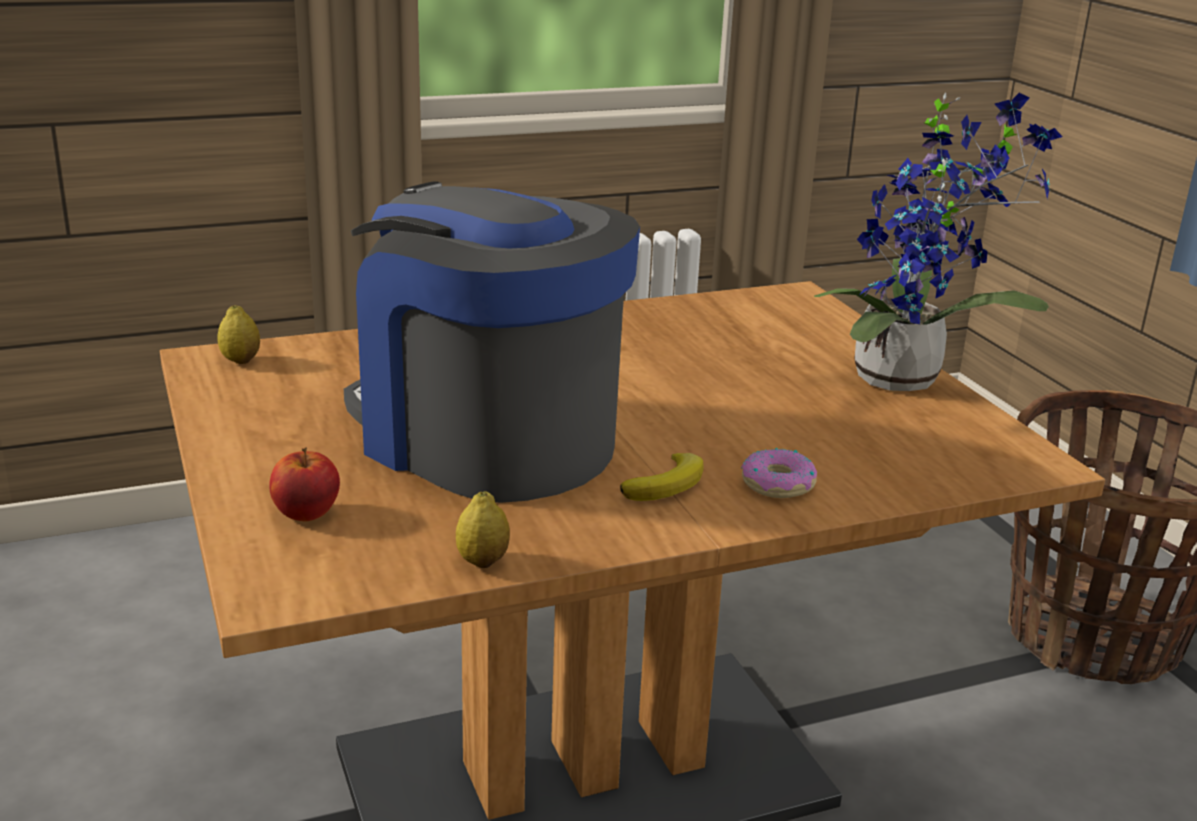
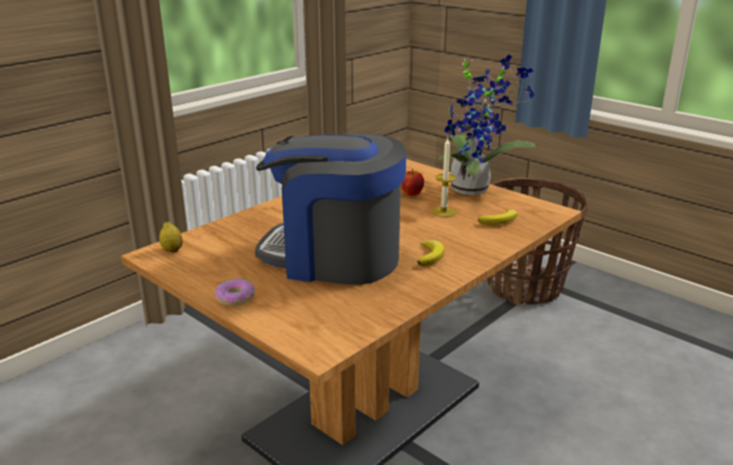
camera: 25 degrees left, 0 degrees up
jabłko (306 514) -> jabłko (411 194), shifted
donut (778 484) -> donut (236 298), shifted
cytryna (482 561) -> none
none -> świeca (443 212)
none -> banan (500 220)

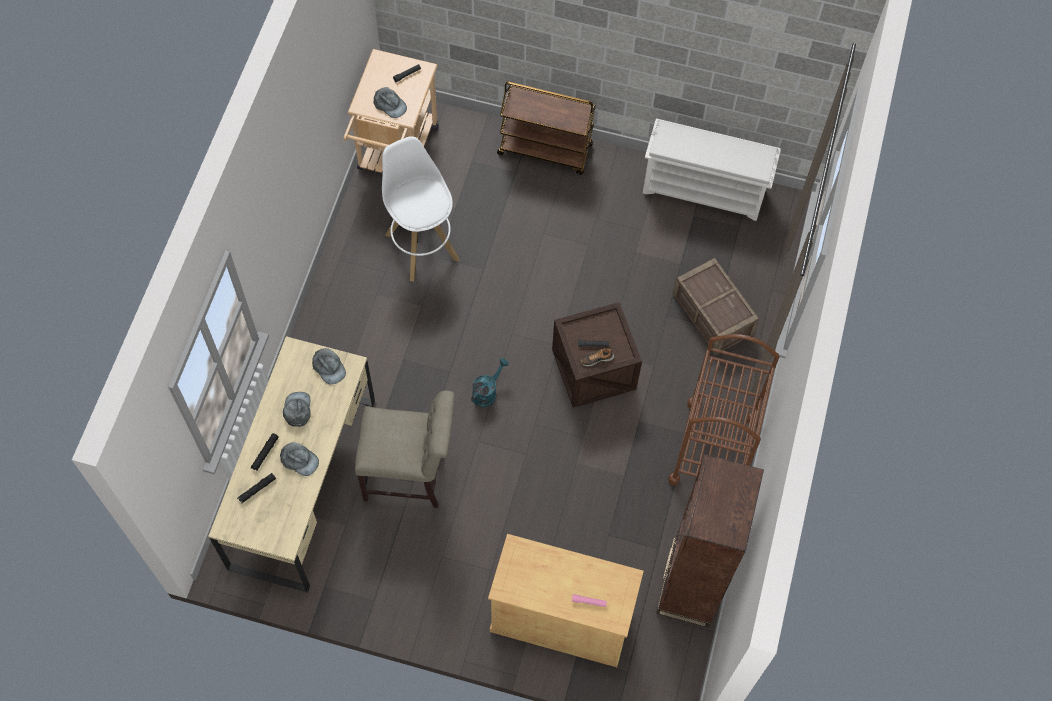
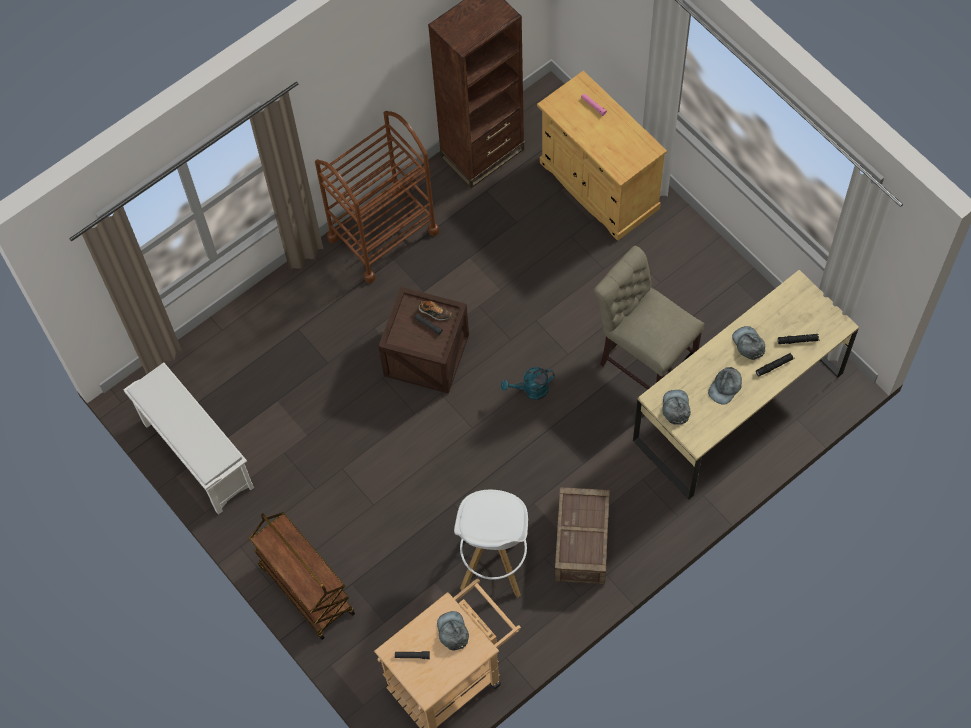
camera: 140 degrees left, 0 degrees up
skrzynka (711 315) -> skrzynka (582 543), shifted

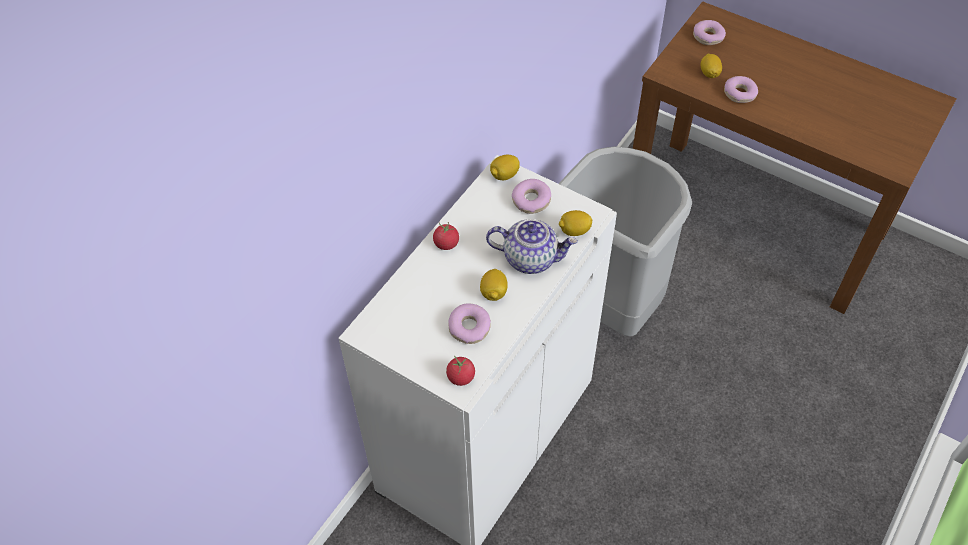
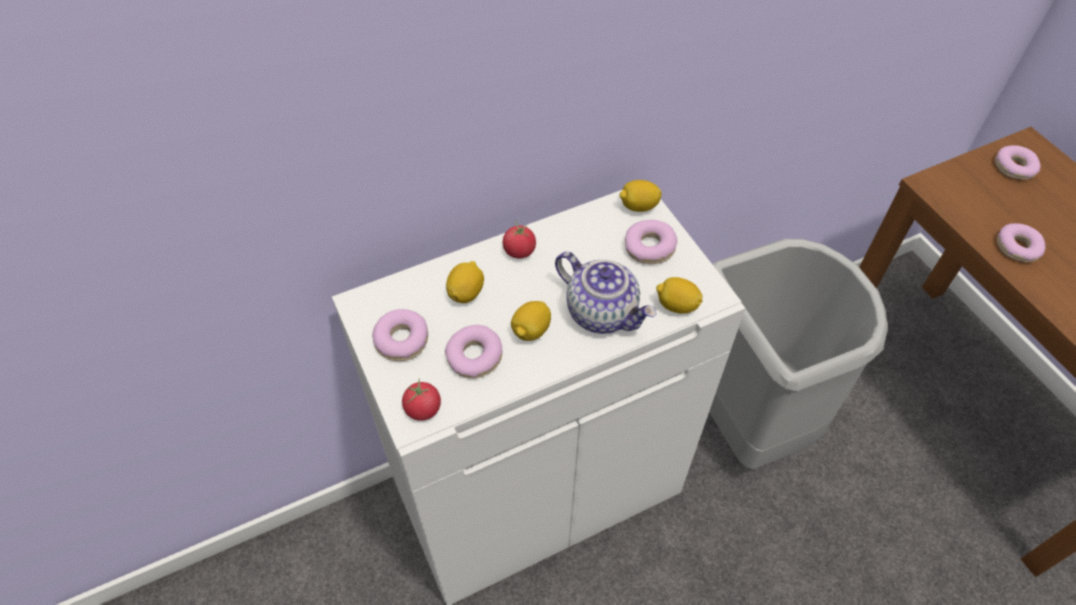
camera: 30 degrees right, 0 degrees up
cytryna (709 73) -> cytryna (466 292), shifted
none -> donut (402 340)

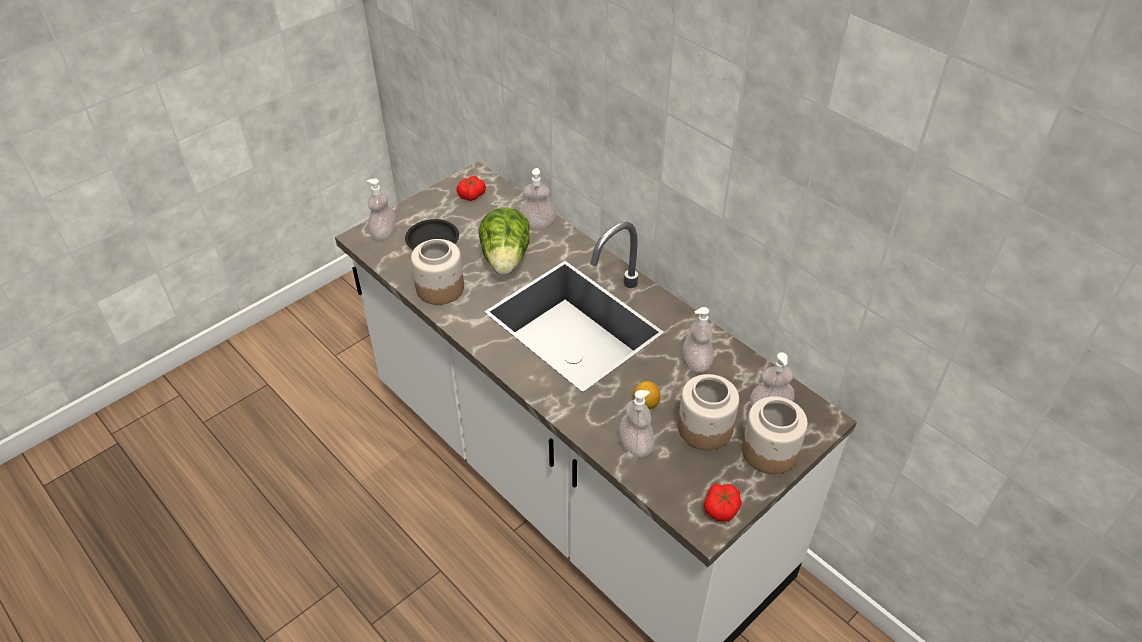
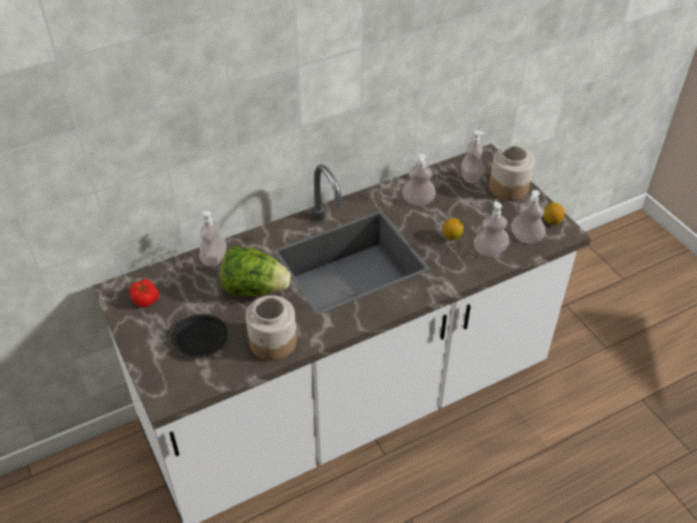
camera: 75 degrees left, 0 degrees up
dozownik mydła (384 232) -> dozownik mydła (526 238), shifted
słoik (704 429) -> none
pomidor (721 508) -> cytryna (551 221)

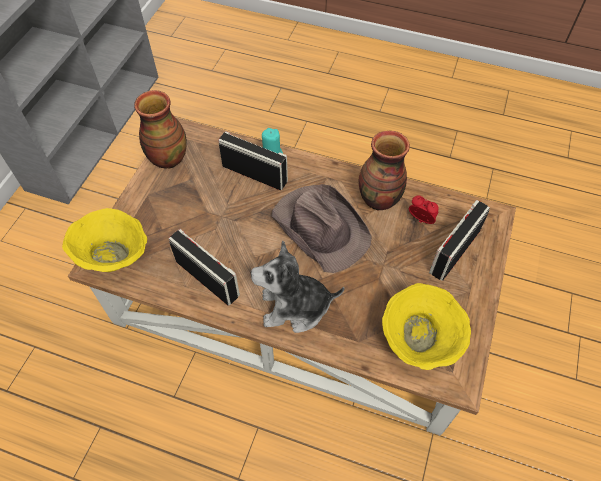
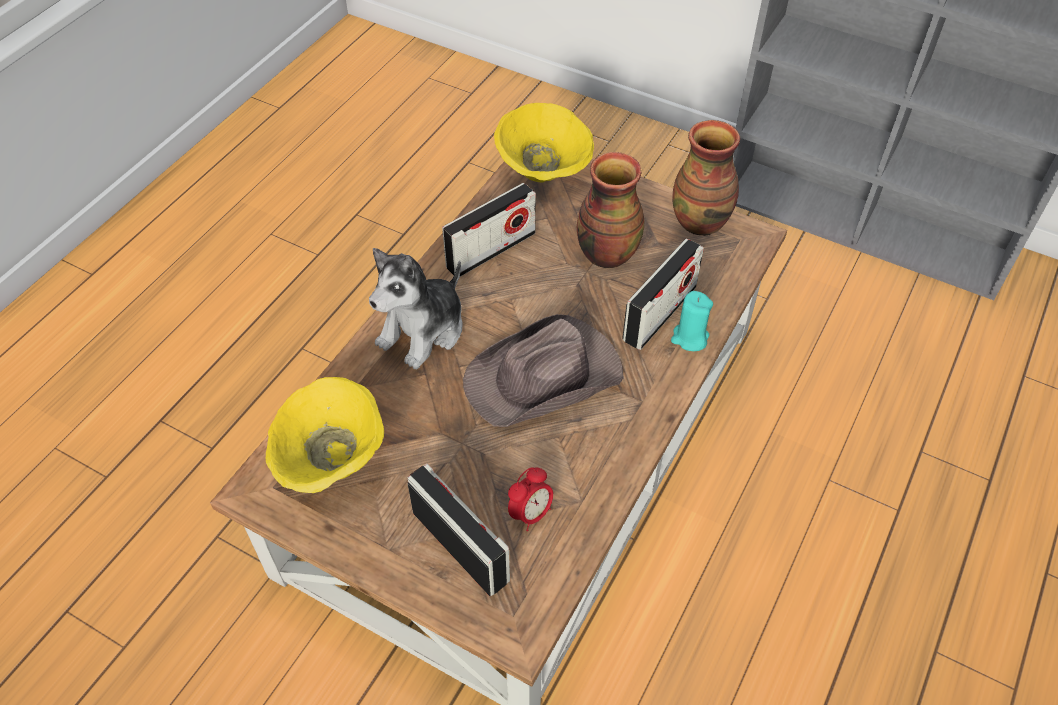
camera: 100 degrees right, 5 degrees down
wazon (378 200) -> wazon (606 254), shifted
pluszak (295 307) -> pluszak (423 331), 150 degrees counterclockwise

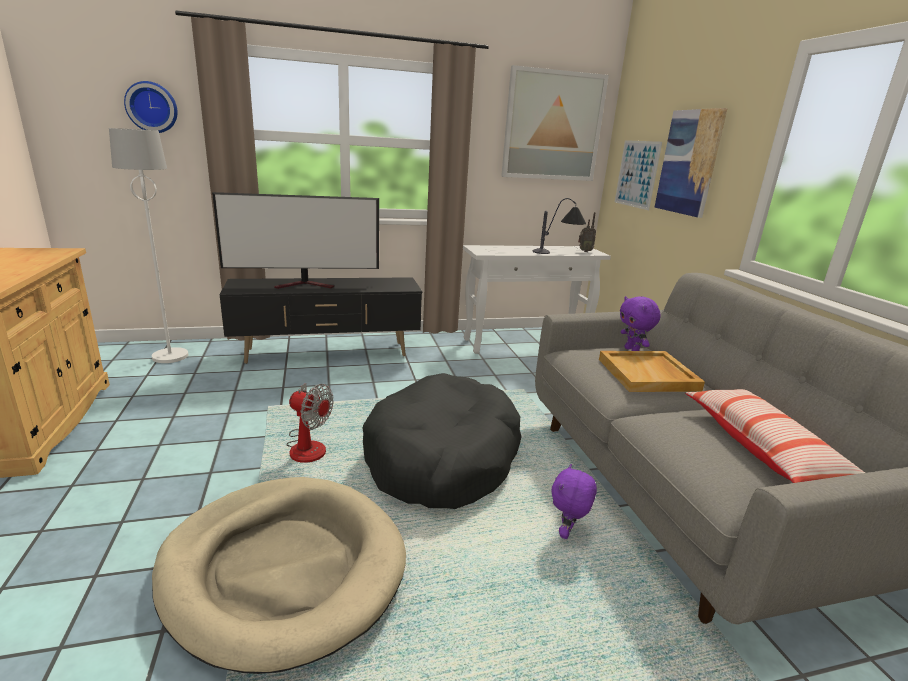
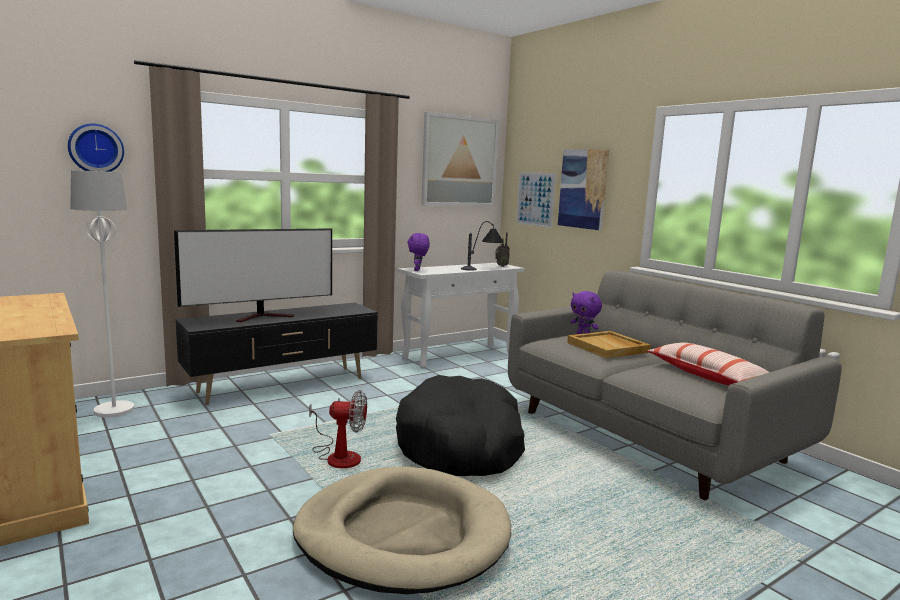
camera: 20 degrees left, 10 degrees down
pluszak (fioletowy) (567 533) -> pluszak (fioletowy) (418 270), shifted

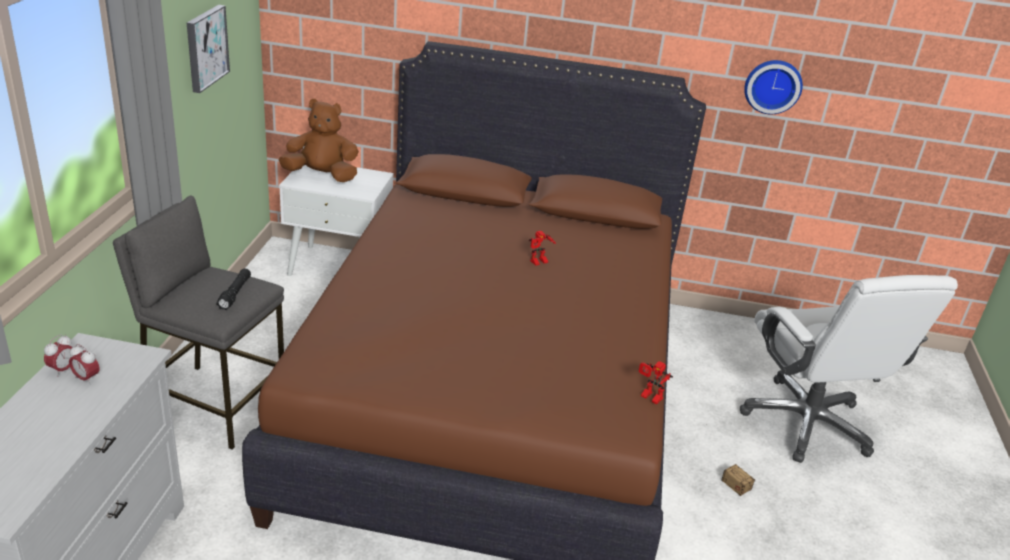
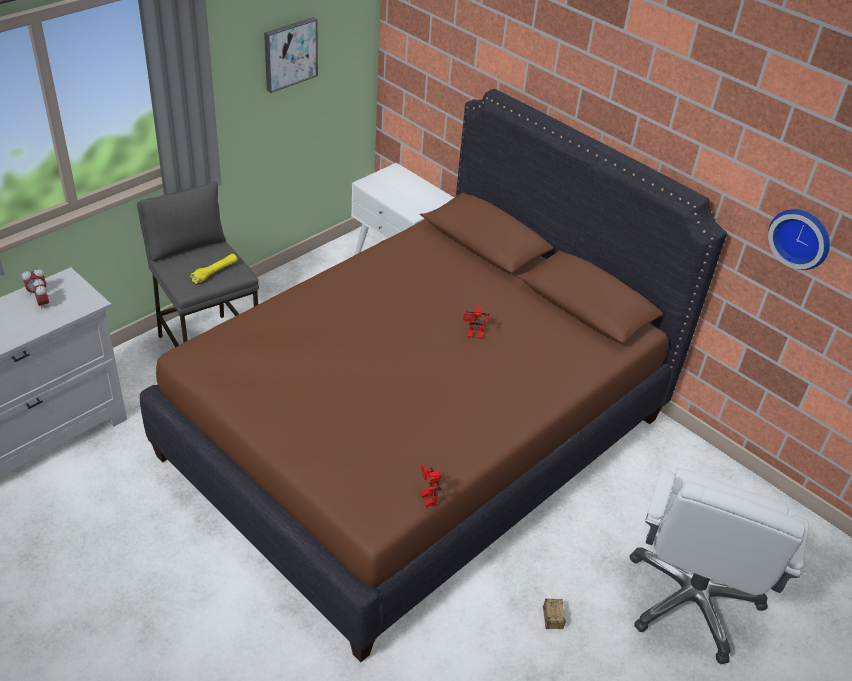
camera: 35 degrees right, 10 degrees up
pluszak (brązowy) (322 175) -> none
latarka (czarny) (235 294) -> latarka (żółty) (214 272)

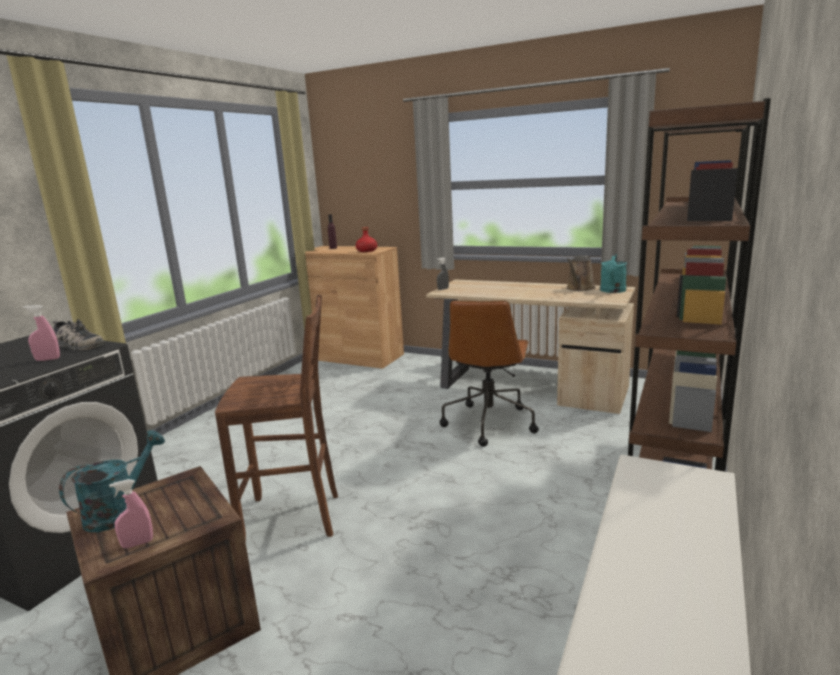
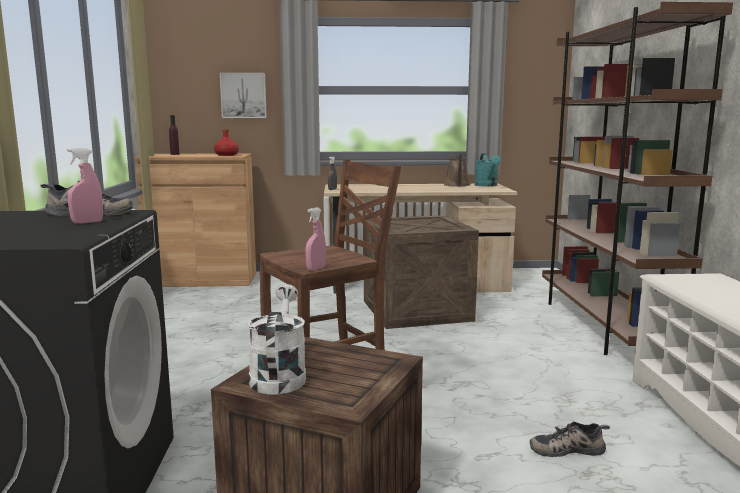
camera: 30 degrees left, 5 degrees down
krzesło biurowe (brązowy) (489 422) -> skrzynka (415 311)
konewka (turkusowy) (120 510) -> konewka (biały) (279 375)
spryskiwacz (różowy) (138 543) -> spryskiwacz (różowy) (316 268), shifted
none -> obraz (243 95)
none -> but (567 449)

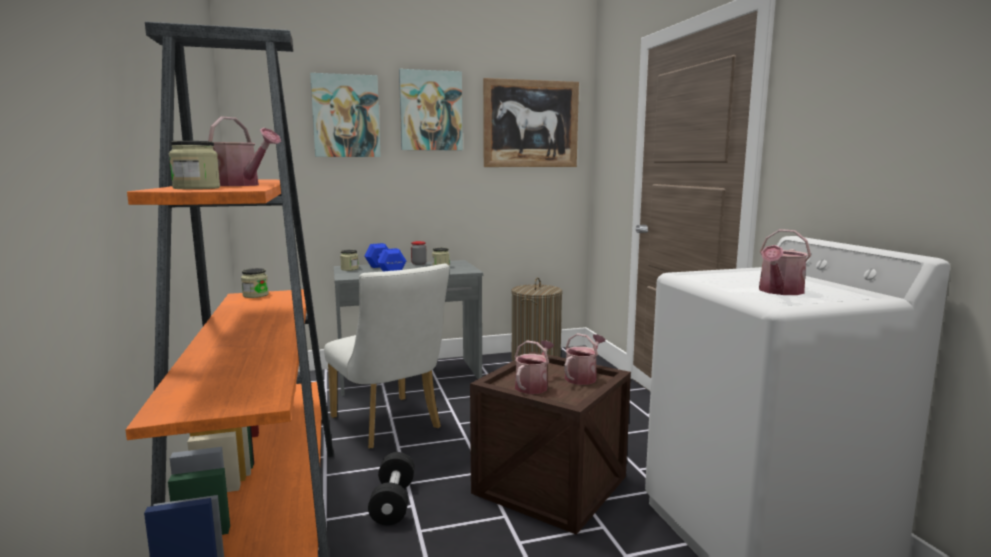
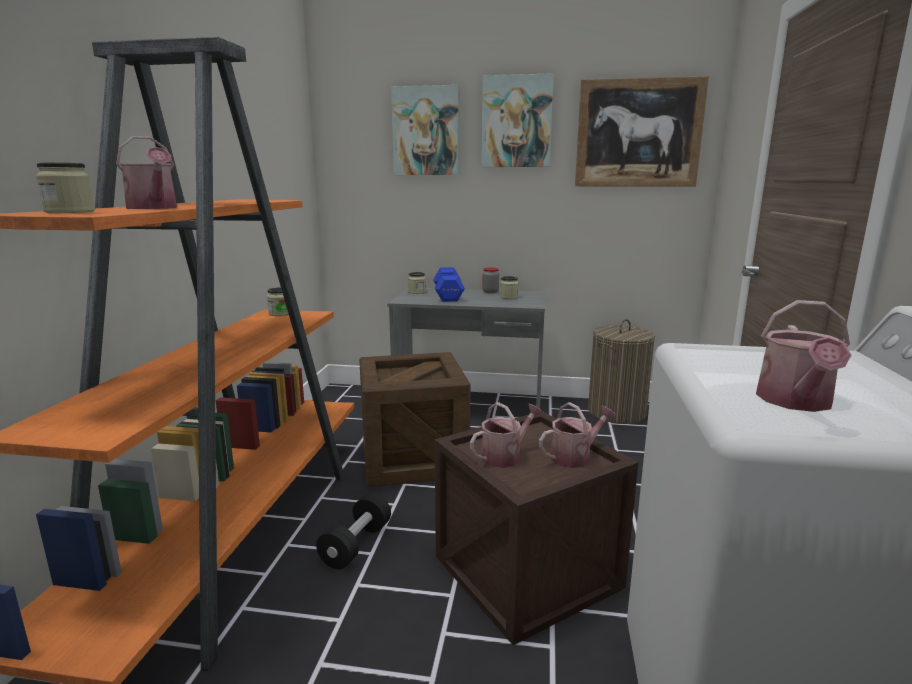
camera: 25 degrees right, 5 degrees up
konewka (779 291) -> konewka (796 402), 45 degrees counterclockwise
krzesło (biały) (390 425) -> skrzynka (413 459)

